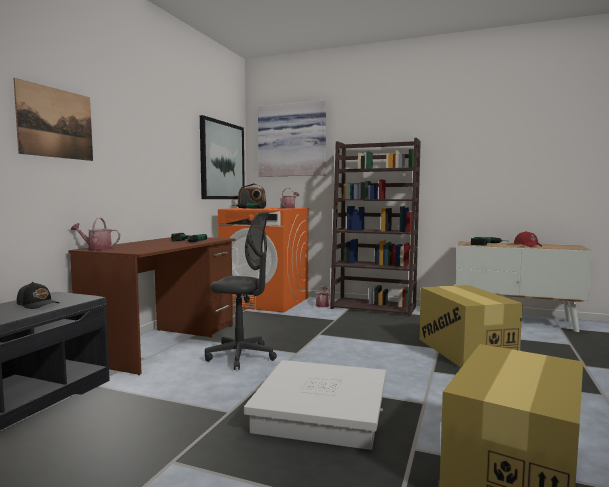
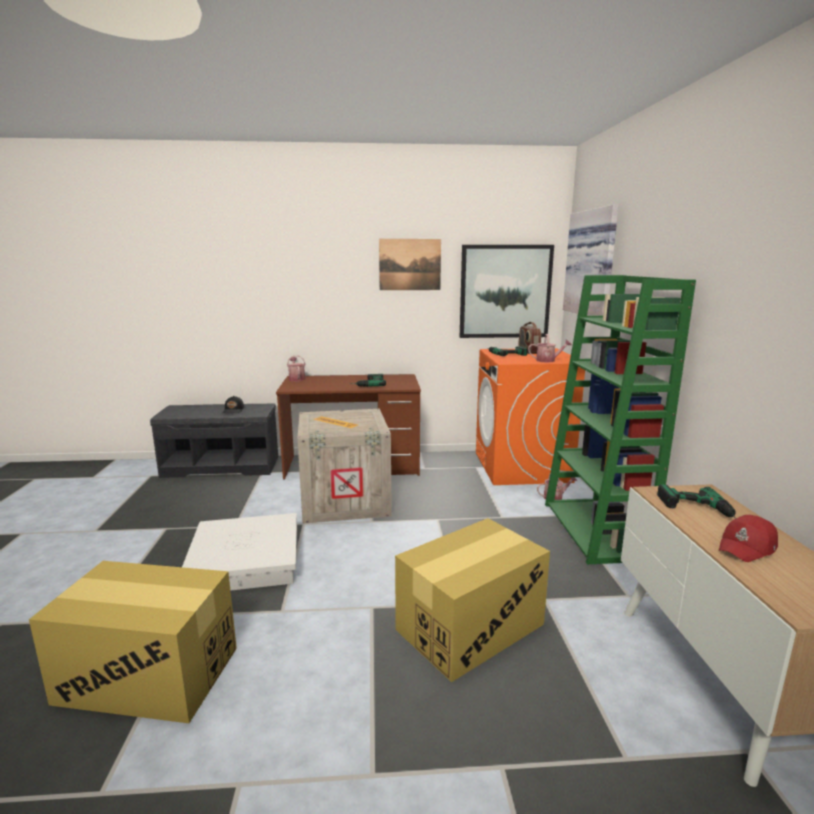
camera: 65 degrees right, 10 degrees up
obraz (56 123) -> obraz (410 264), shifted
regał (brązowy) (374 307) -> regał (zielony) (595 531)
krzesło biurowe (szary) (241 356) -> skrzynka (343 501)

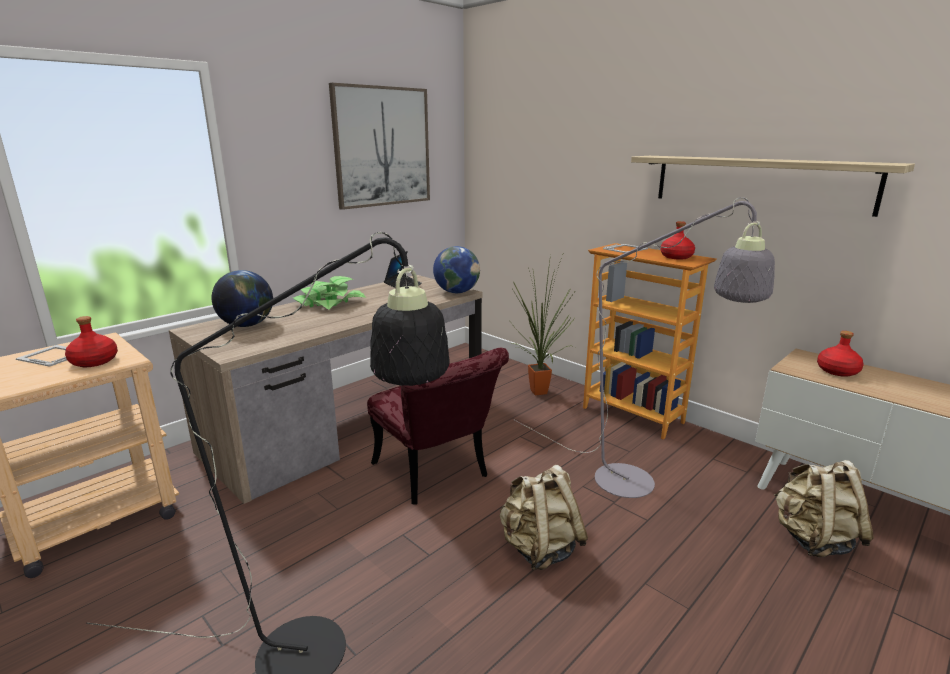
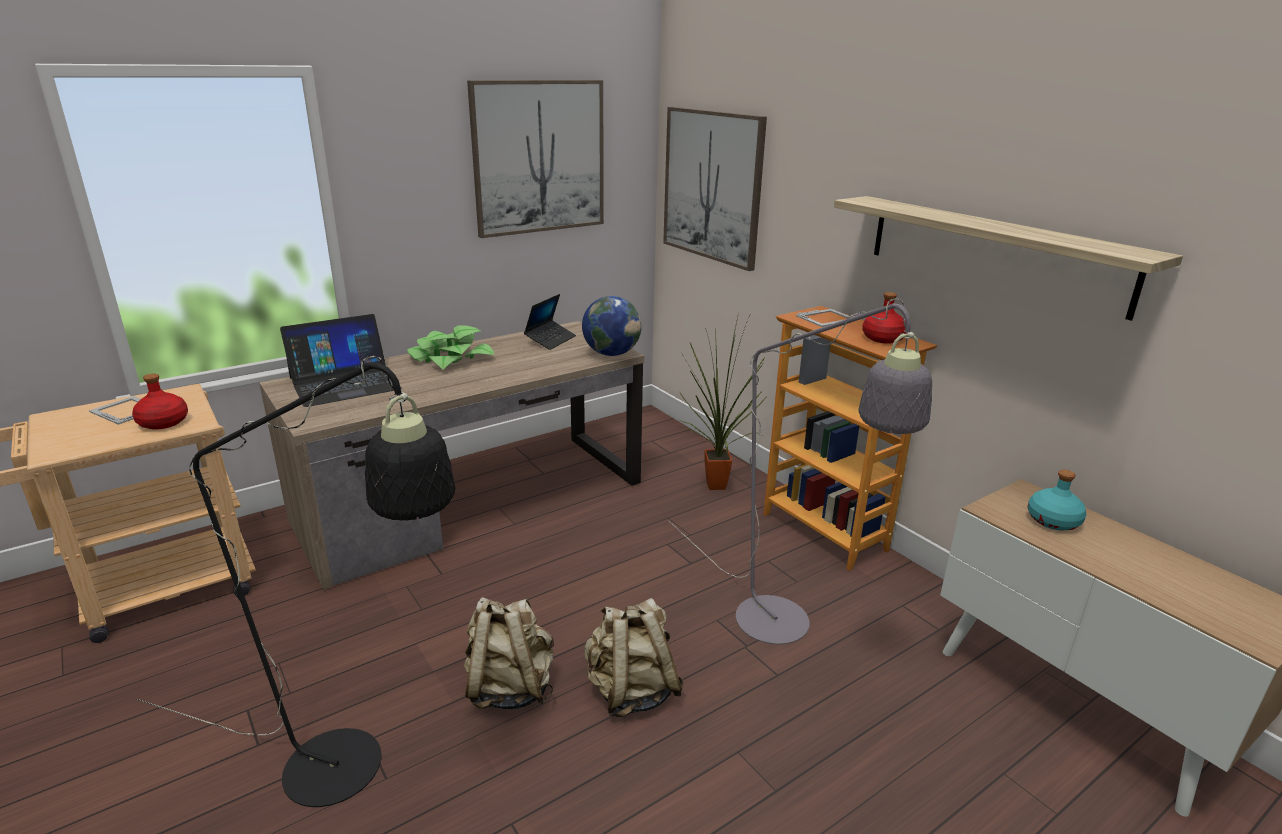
camera: 10 degrees right, 5 degrees up
globus (247 325) -> laptop (344 383)
butelka (czerwony) (837 371) -> butelka (turkusowy) (1052 521)
krzesło (czerwony) (436 475) -> none
plecak (beżowy) (813 540) -> plecak (beżowy) (510 688), shifted
none -> obraz (712 186)

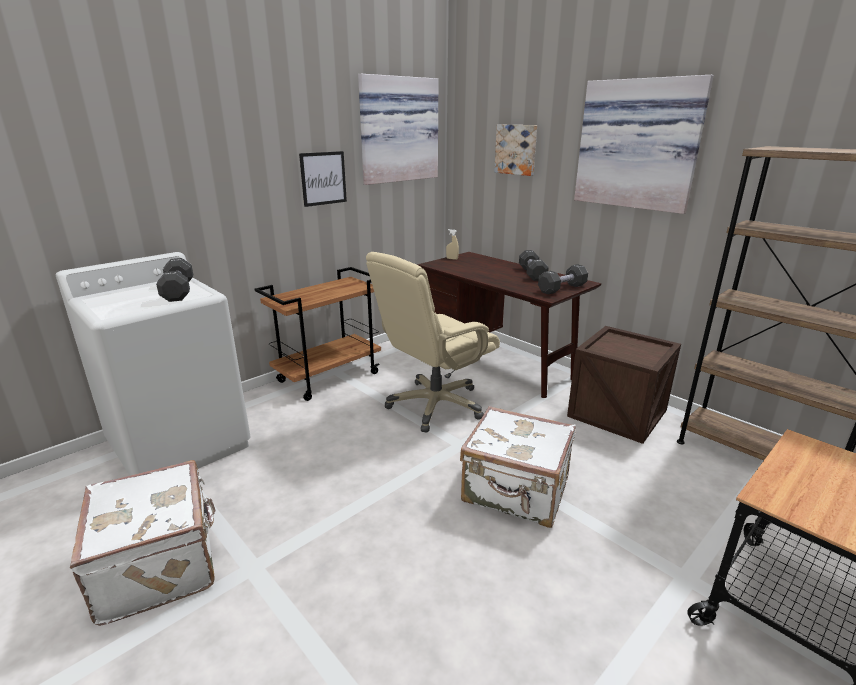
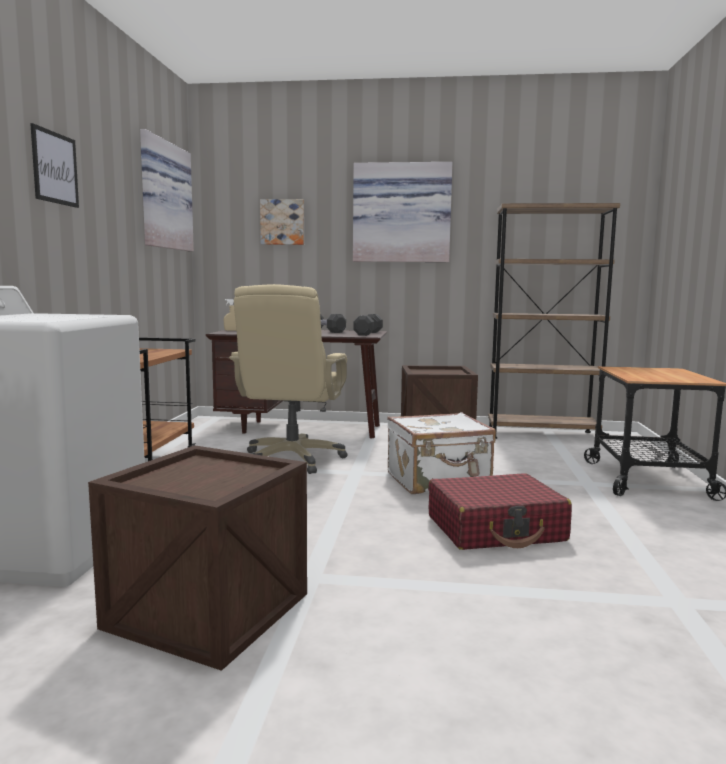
camera: 40 degrees left, 15 degrees down
obraz (323 178) -> obraz (55 168), shifted
hantel (czarny) (178 291) -> none
walizka (biały) (161 564) -> skrzynka (208 610)
none -> walizka (czerwony) (496 529)

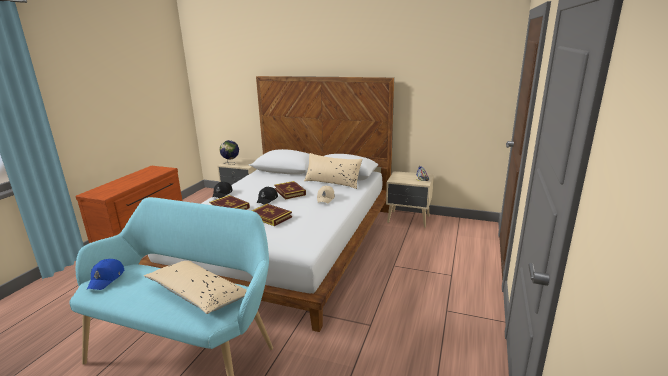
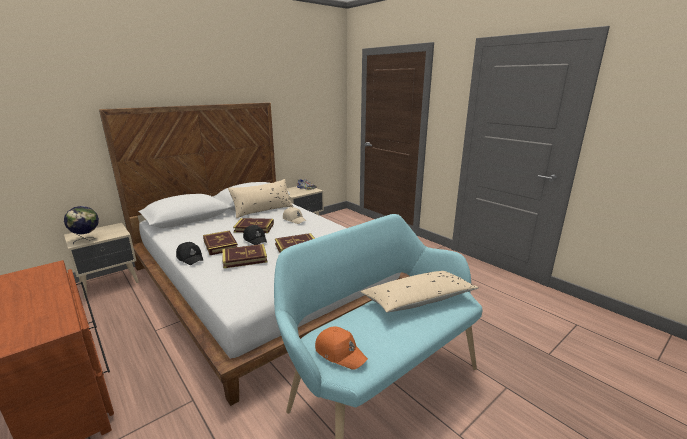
camera: 60 degrees left, 0 degrees up
czapka z daszkiem (niebieski) (106 278) -> czapka z daszkiem (pomarańczowy) (340 352)
none -> książka (220 245)

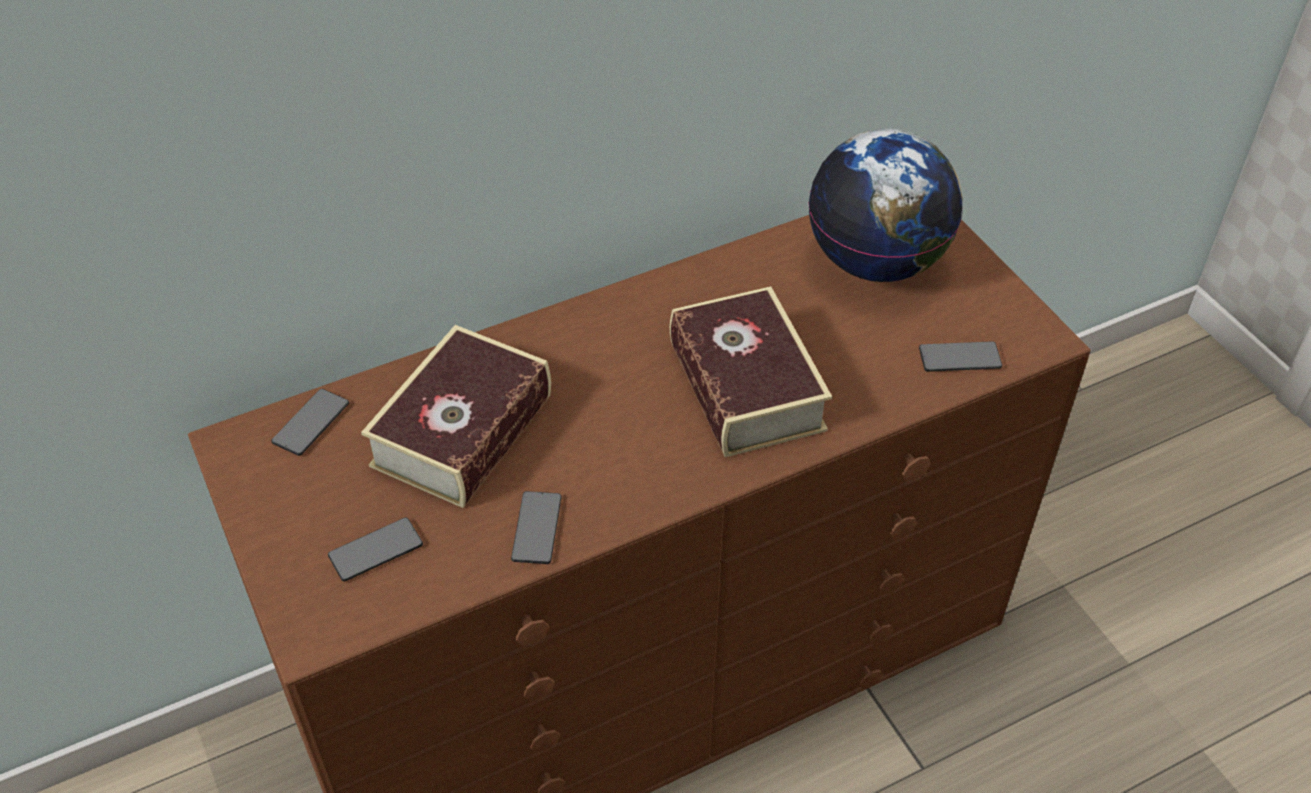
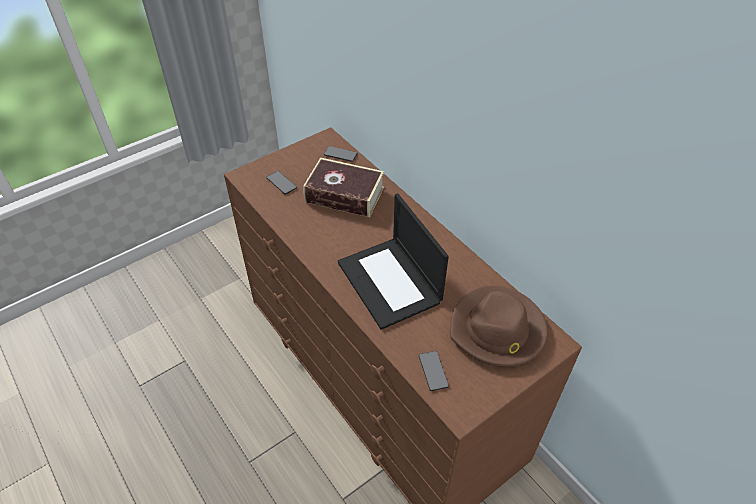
camera: 80 degrees right, 0 degrees up
globus (877 261) -> kapelusz (brązowy) (497 330)
książka (746 386) -> laptop (390 282)
telefon (537 528) -> none

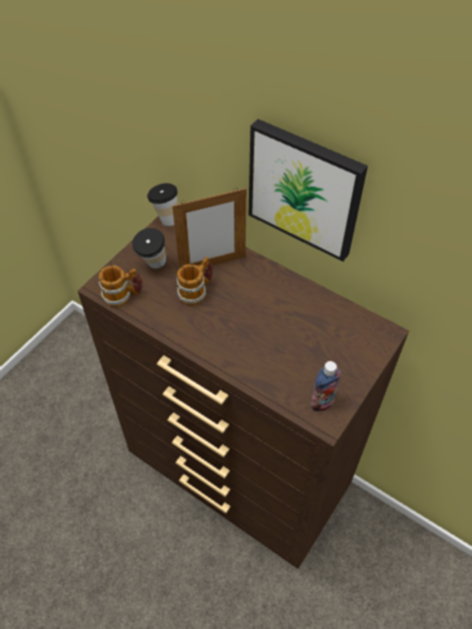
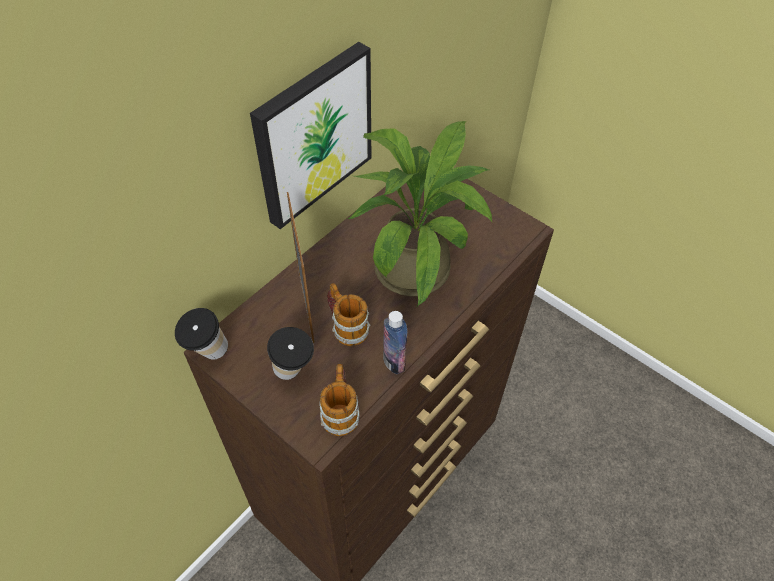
camera: 85 degrees left, 0 degrees up
butelka (322 402) -> butelka (394 362), shifted
none -> roślina doniczkowa (419 264)

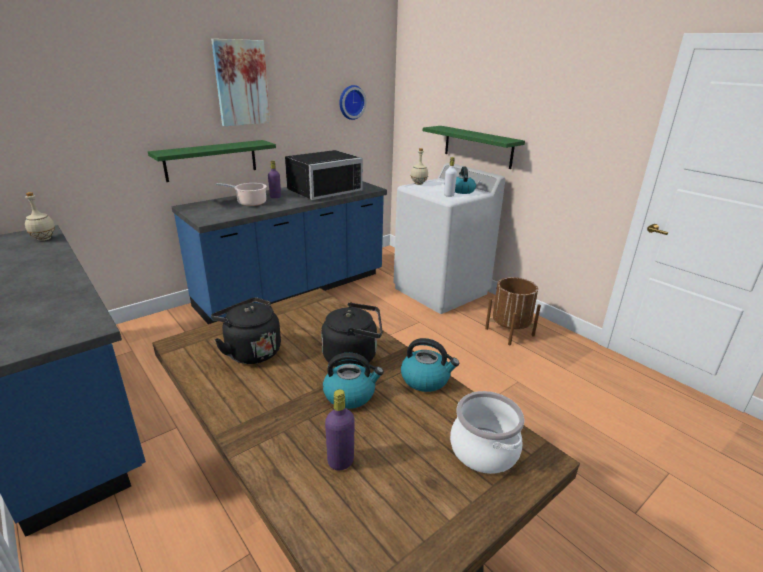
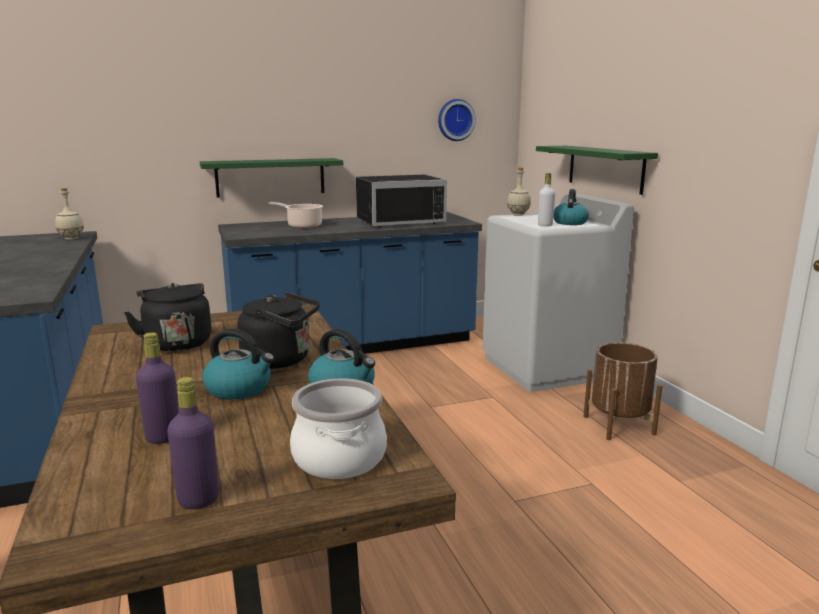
camera: 20 degrees right, 10 degrees down
obraz (241 83) -> none
butelka (fioletowy) (275 197) -> butelka (fioletowy) (198 500), shifted

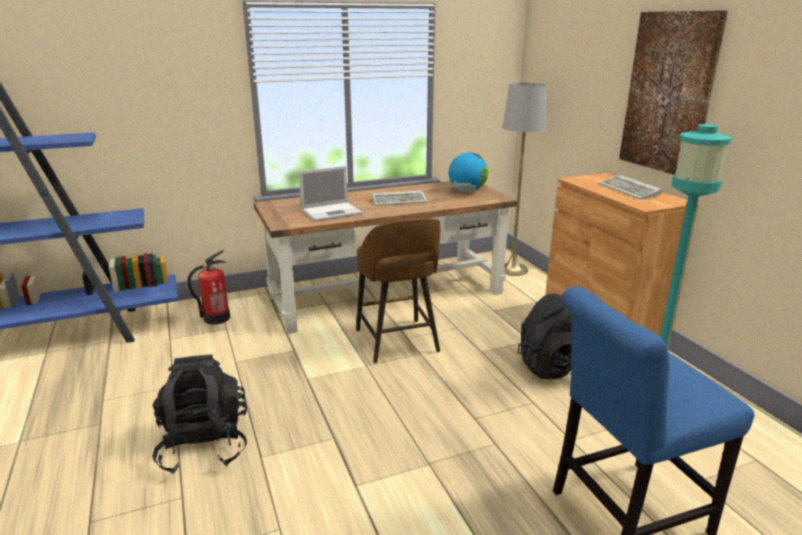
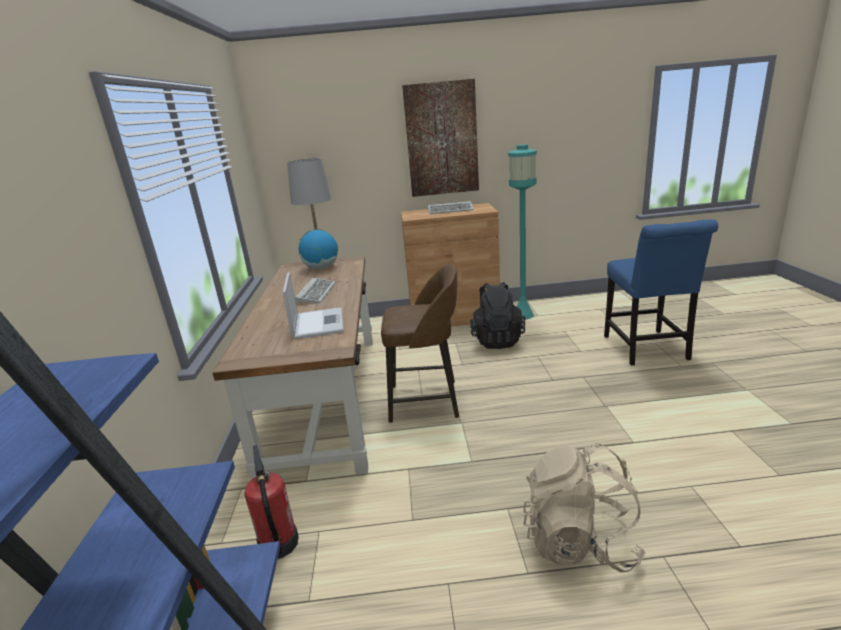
camera: 70 degrees left, 0 degrees up
plecak (czarny) (204 445) -> plecak (beżowy) (579 542)

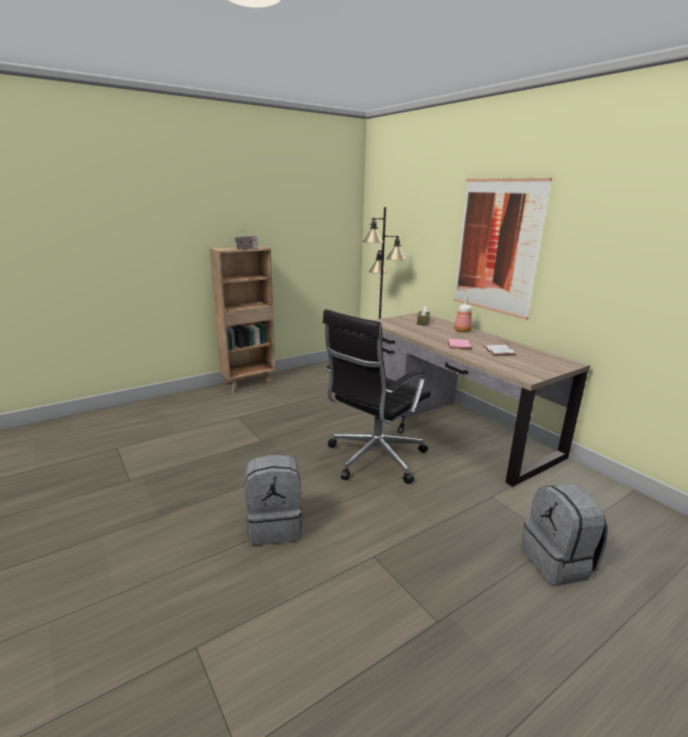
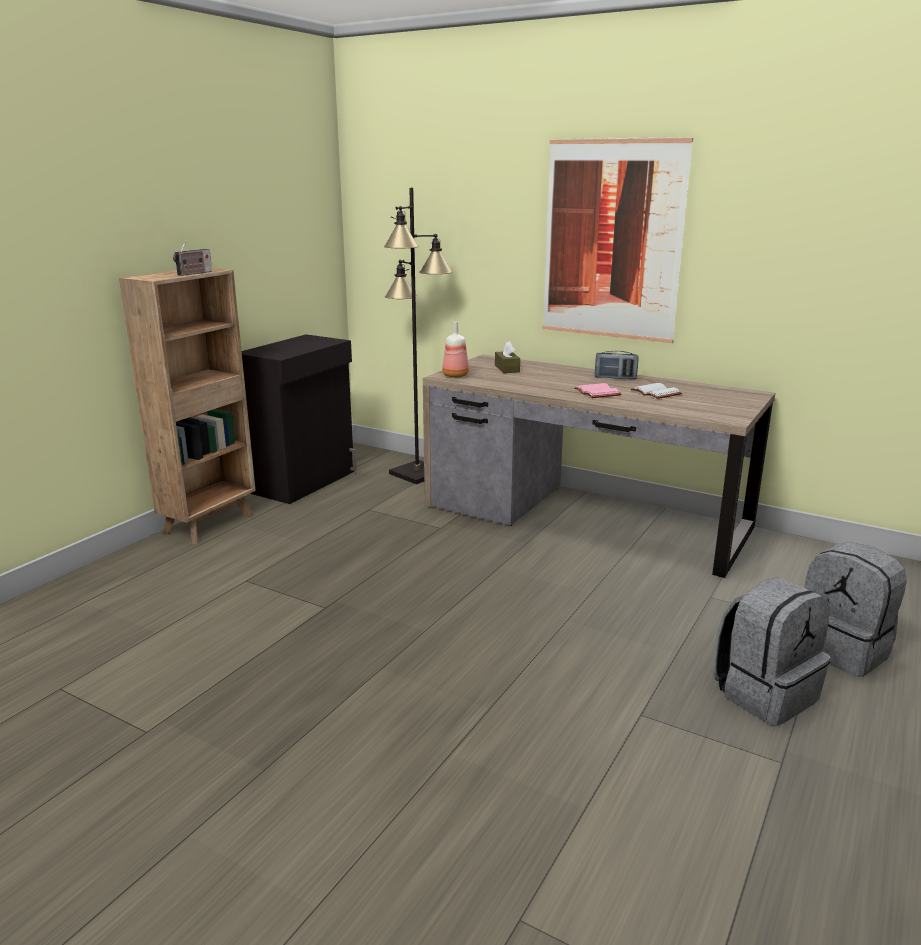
camera: 25 degrees left, 0 degrees up
butelka (461 330) -> butelka (454 375), shifted
krzesło biurowe (czarny) (373 458) -> none
plecak (szary) (275 526) -> plecak (szary) (764 693), shifted
none -> szafka (czarny) (305 482)
none -> radio (615 378)

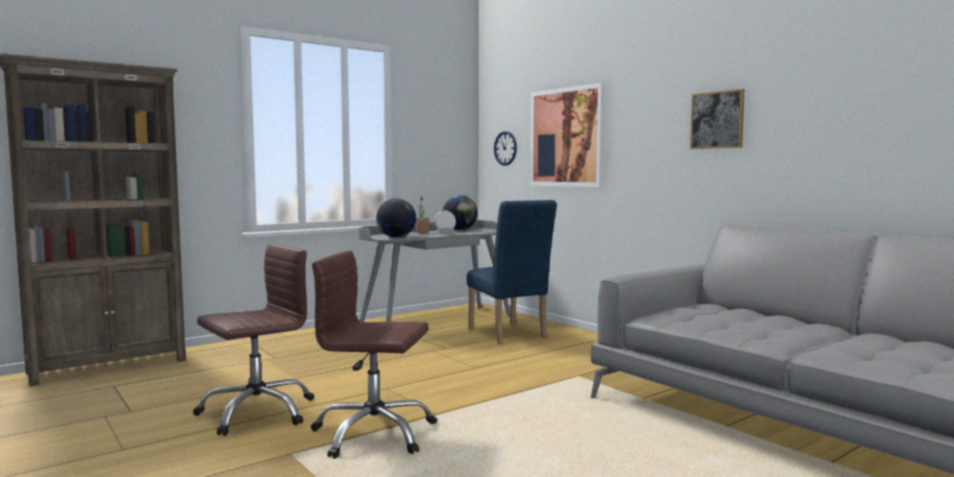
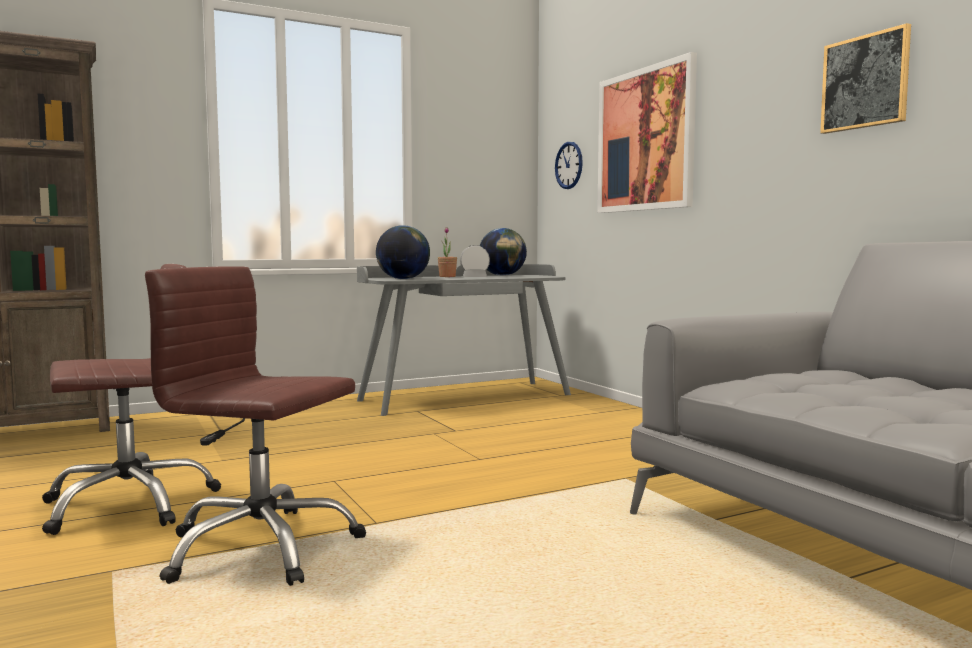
camera: 10 degrees right, 0 degrees up
krzesło (niebieski) (509 334) -> none

